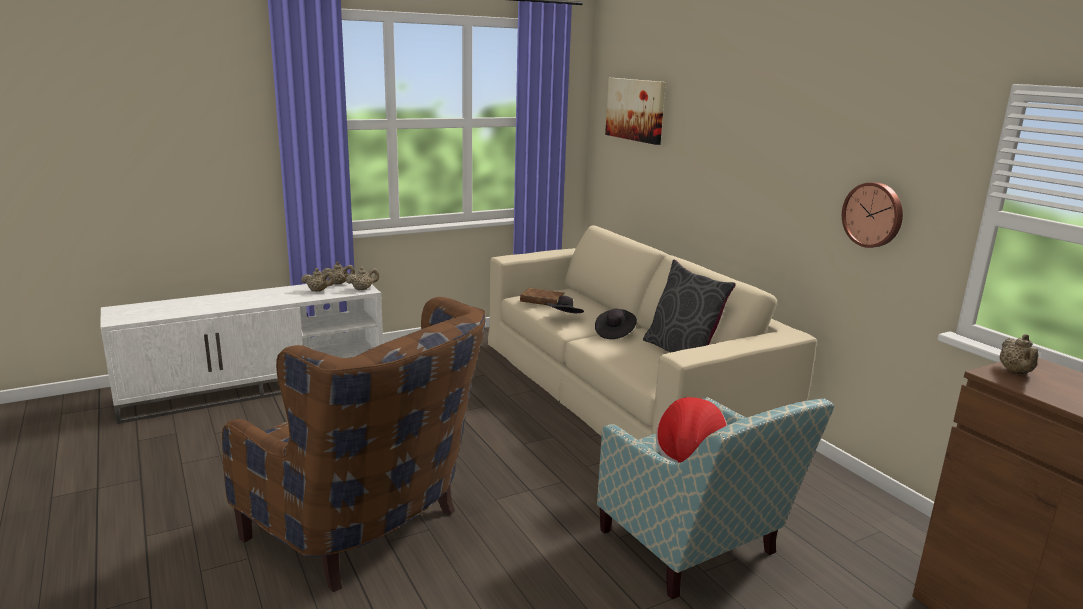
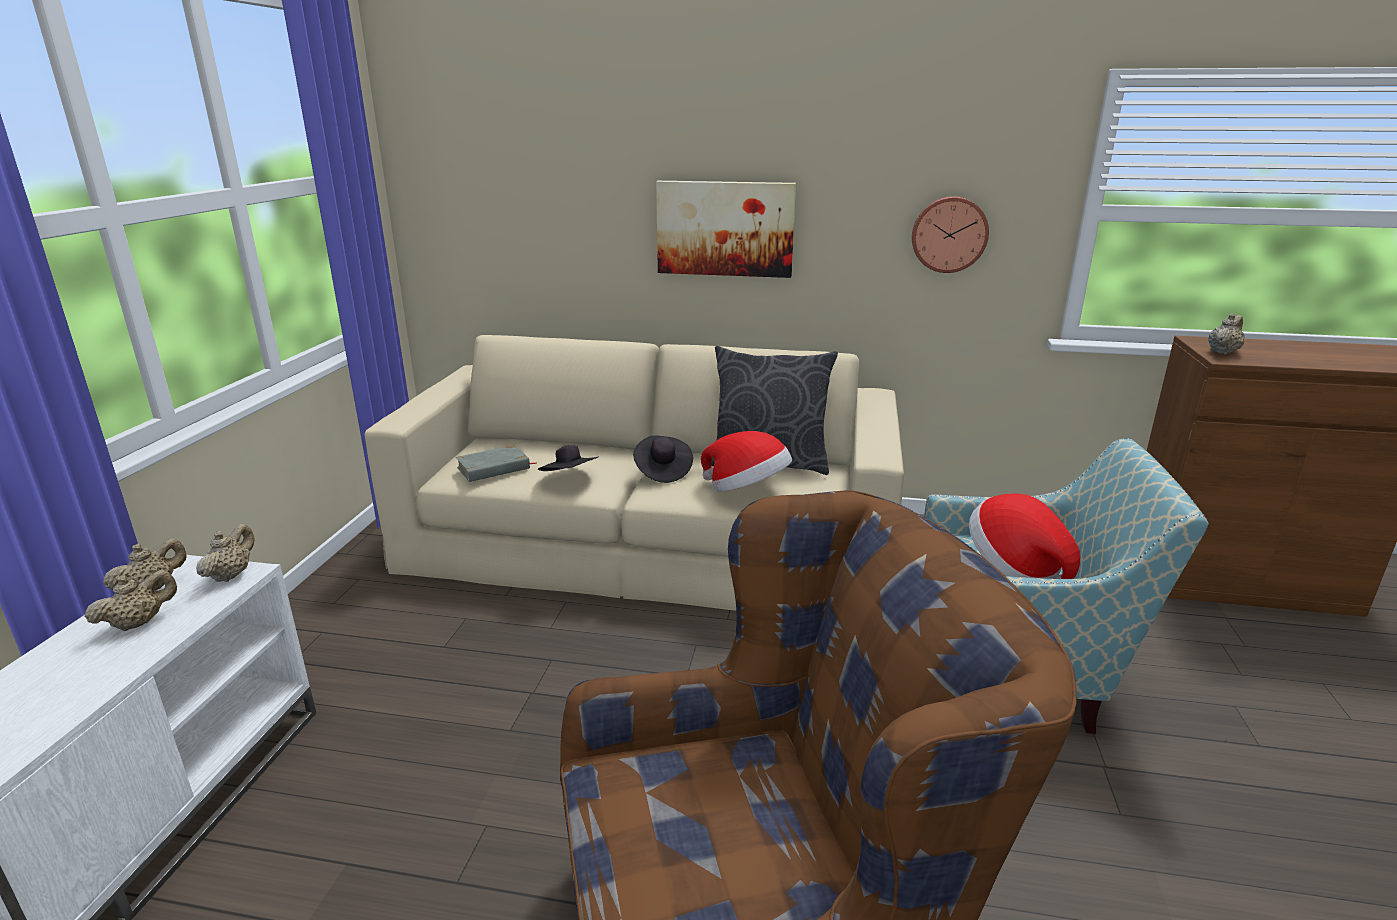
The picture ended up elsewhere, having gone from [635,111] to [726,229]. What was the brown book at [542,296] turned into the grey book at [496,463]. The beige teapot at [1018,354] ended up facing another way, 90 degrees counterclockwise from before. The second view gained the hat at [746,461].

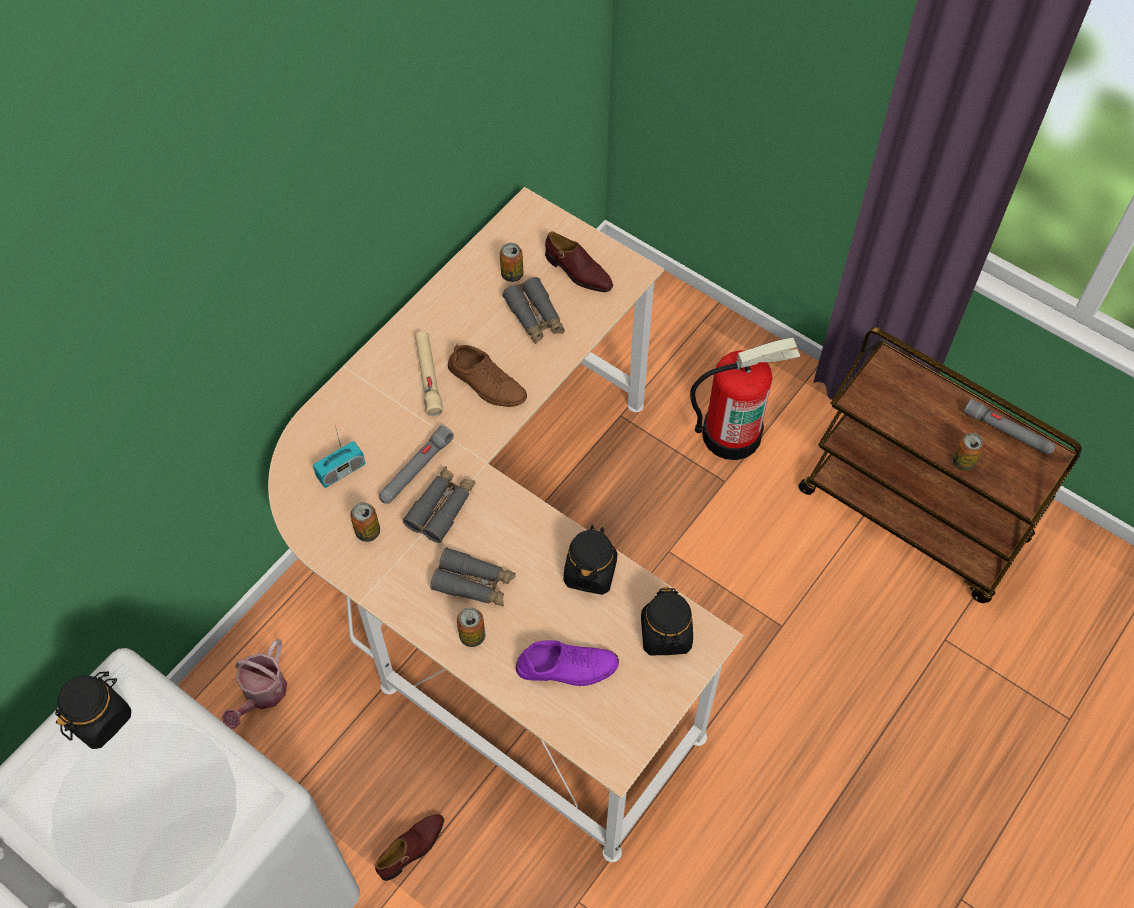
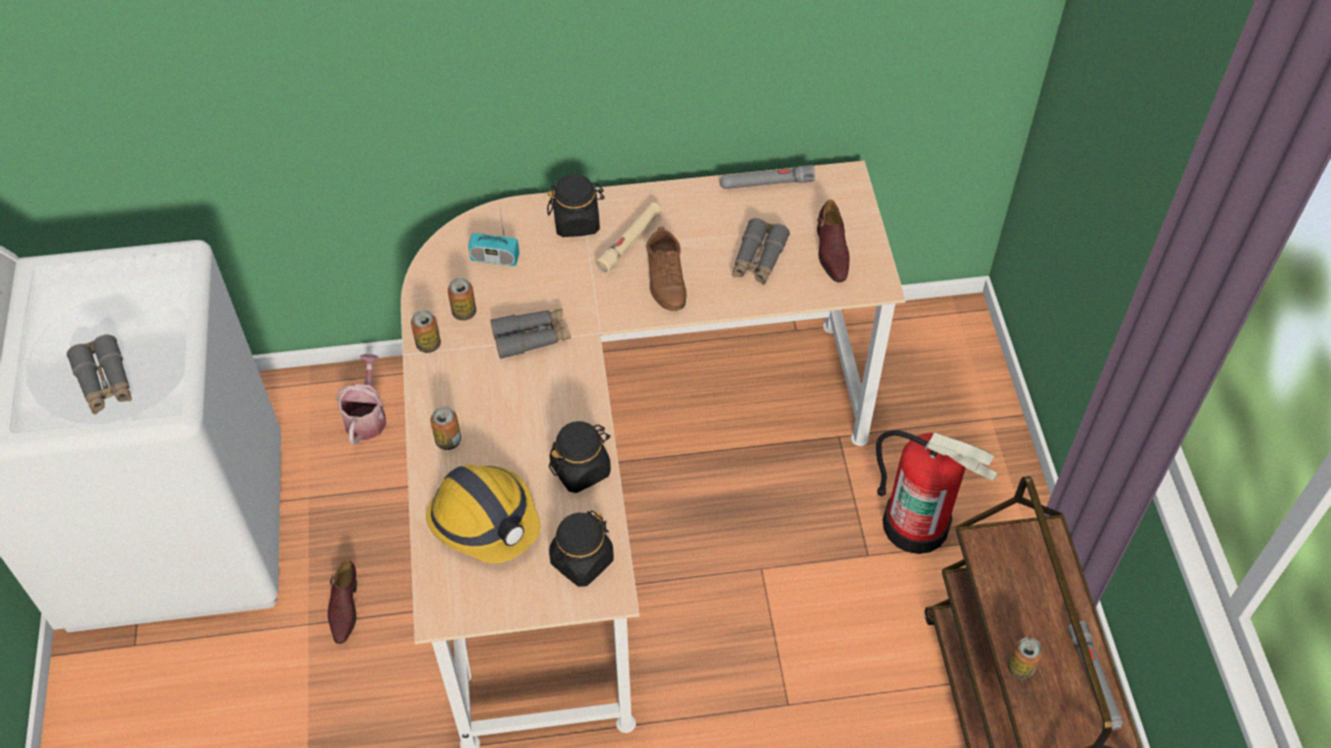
The can ended up elsewhere, having gone from [512,262] to [426,331]. The grey flashlight ended up elsewhere, having gone from [416,464] to [767,177]. The grey binoculars ended up elsewhere, having gone from [473,577] to [99,375]. The watering can at [254,684] ended up facing another way, 120 degrees clockwise from before. Where the purple shoe stood at [567,663], the hard hat came to stand at [483,514]. The black jar ended up elsewhere, having gone from [93,710] to [576,205]. The brown shoe at [409,847] ended up facing another way, 90 degrees clockwise from before.

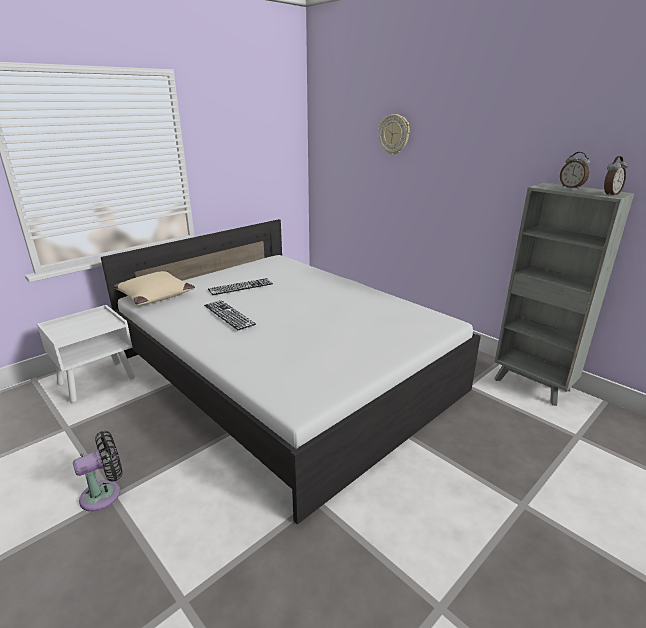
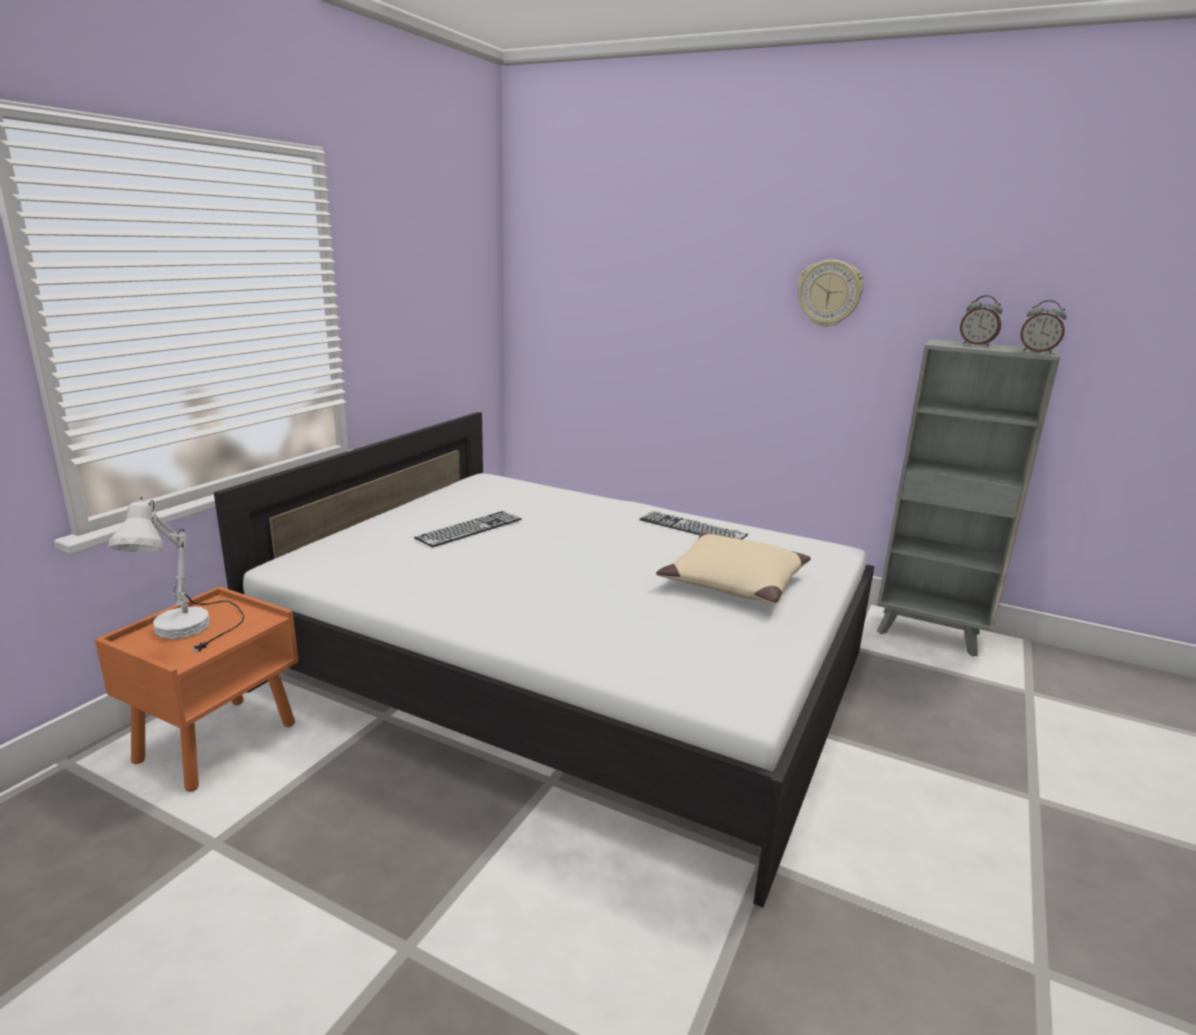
The wall clock ended up elsewhere, having gone from [394,134] to [830,293]. The alarm clock at [616,176] ended up facing another way, 90 degrees clockwise from before. The beige pillow ended up elsewhere, having gone from [154,288] to [733,568]. The keyboard ended up elsewhere, having gone from [230,315] to [693,525]. What was the white nightstand at [86,354] turned into the orange nightstand at [197,689]. The second view lost the black fan at [98,471]. The second view gained the white table lamp at [176,574].

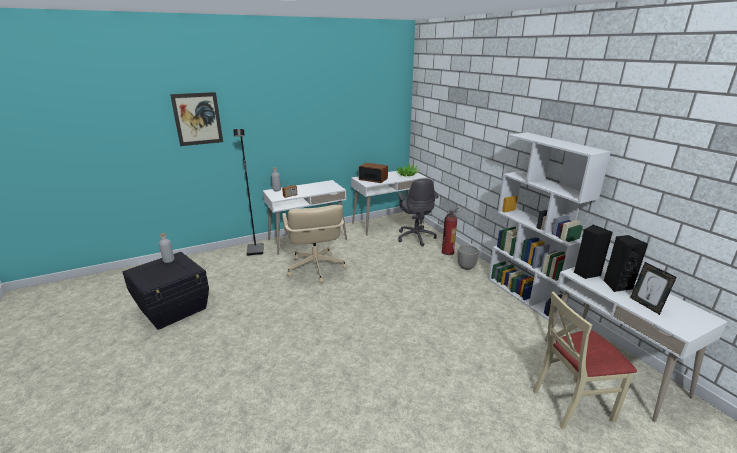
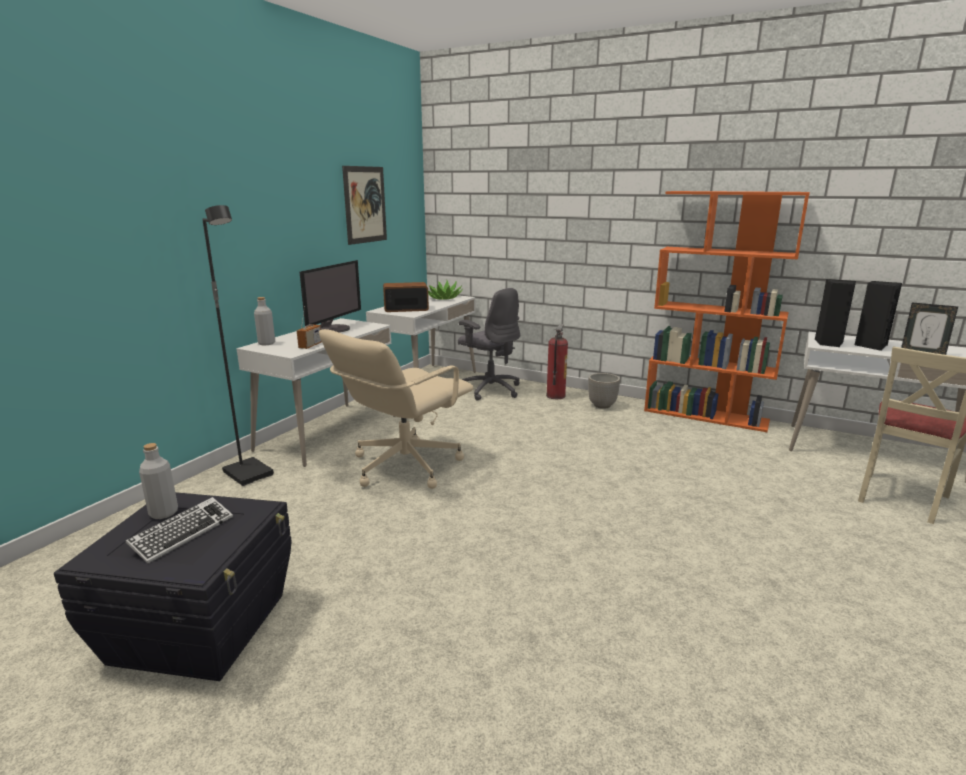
The picture ended up elsewhere, having gone from [196,119] to [364,205]. What was the white bookcase at [549,226] turned into the orange bookcase at [727,311]. The beige office chair at [315,244] ended up facing another way, 90 degrees clockwise from before. The second view gained the monitor at [330,296]. The second view gained the keyboard at [179,530].

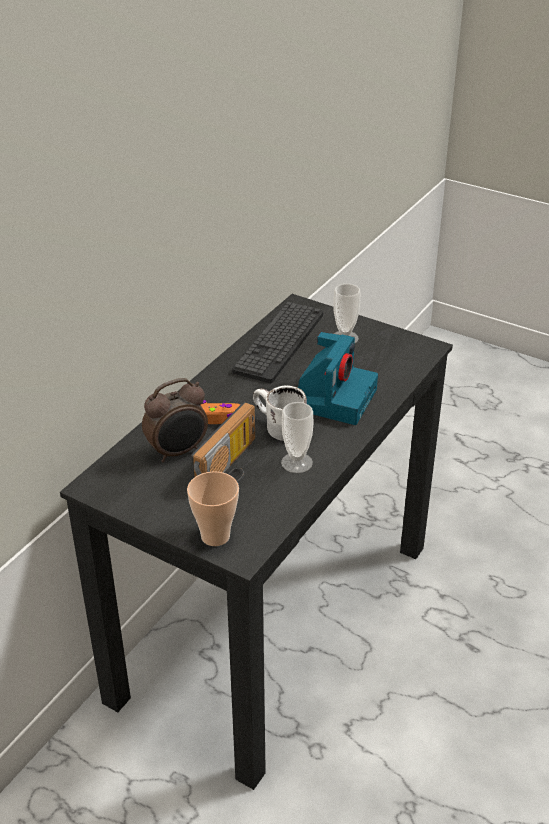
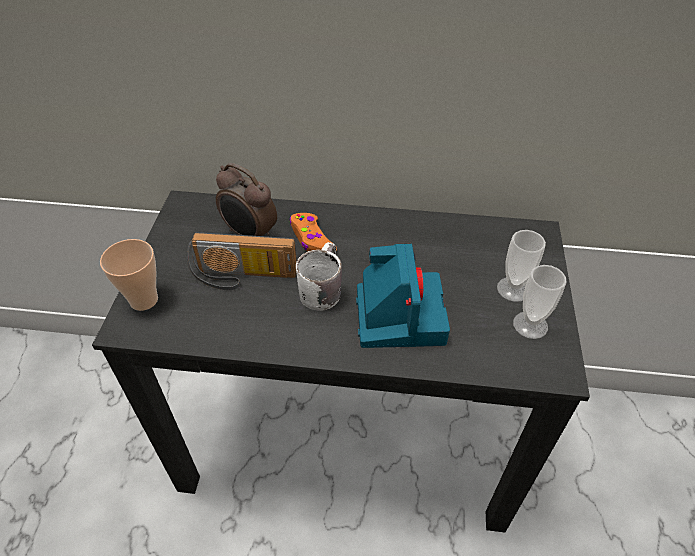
The second view lost the keyboard at [277,342]. The photo camera at [338,378] ended up facing another way, 90 degrees counterclockwise from before. The cup ended up elsewhere, having gone from [297,437] to [540,302].

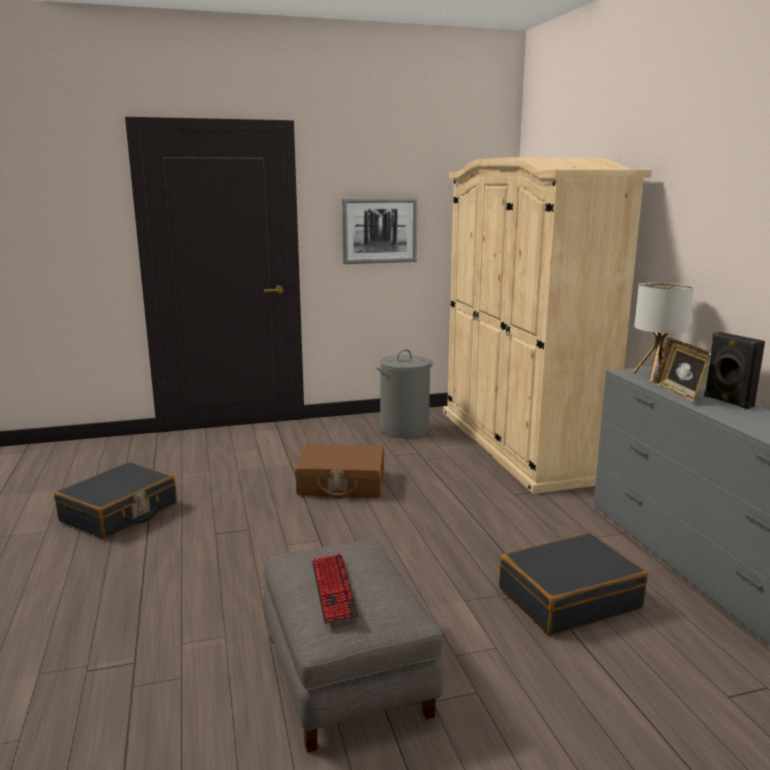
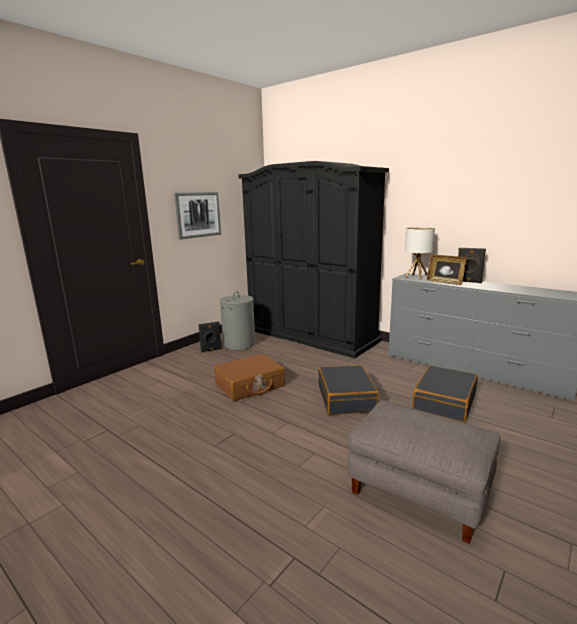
What was the beige wardrobe at [547,325] turned into the black wardrobe at [313,259]. The black suitcase ended up elsewhere, having gone from [115,500] to [348,390]. The second view lost the keyboard at [335,588]. The second view gained the black speaker at [210,337].

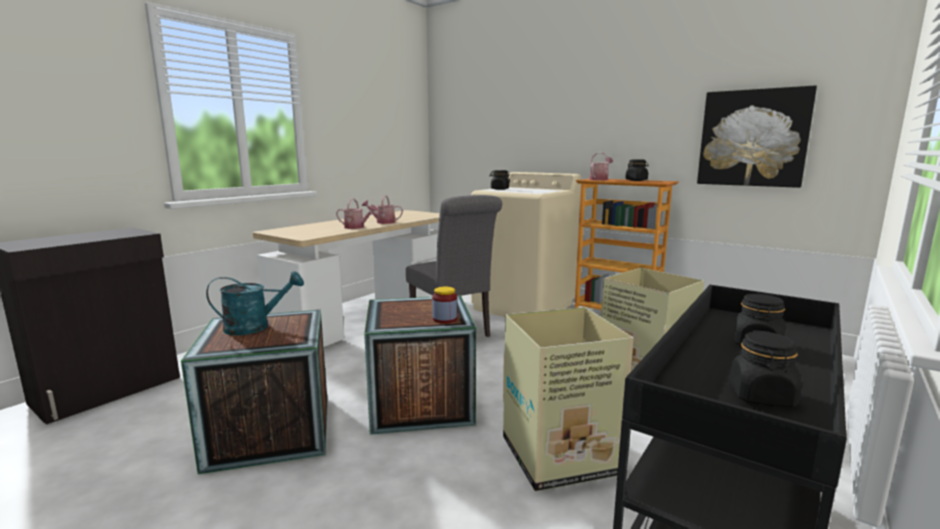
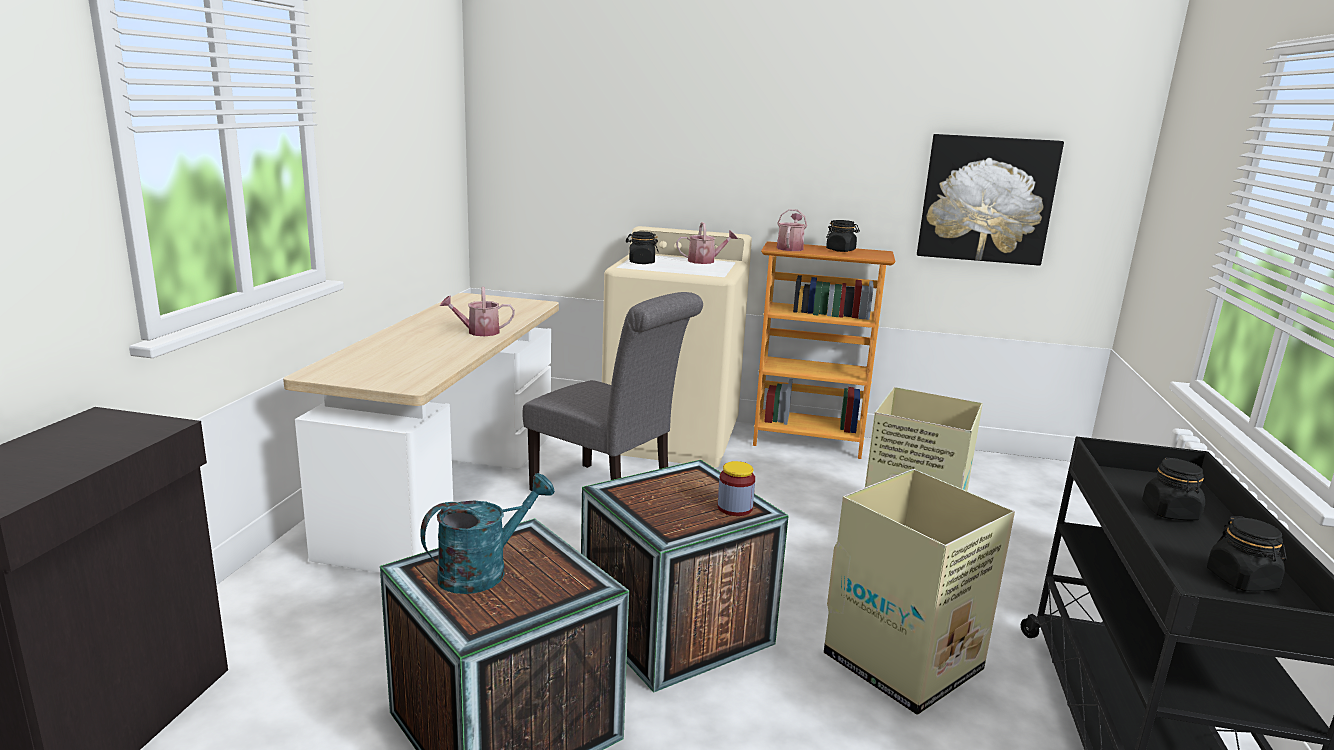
The watering can ended up elsewhere, having gone from [357,214] to [707,243].

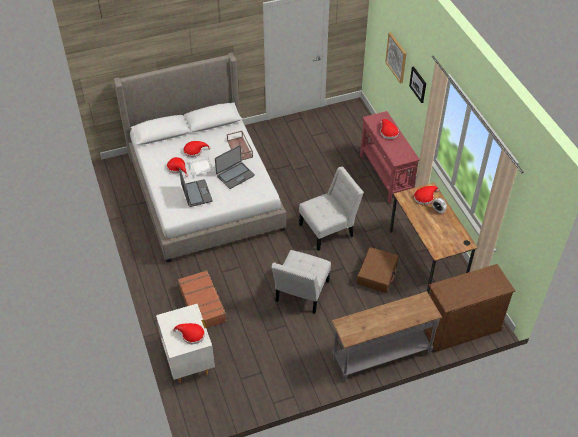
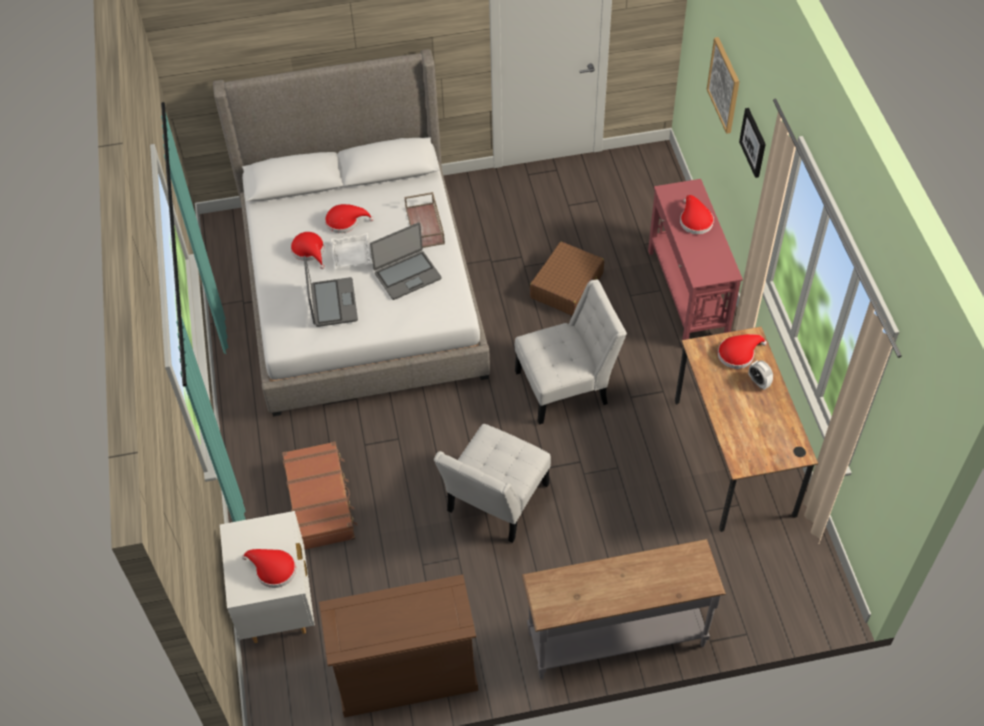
The brown suitcase ended up elsewhere, having gone from [378,270] to [567,279]. The brown dresser ended up elsewhere, having gone from [469,308] to [398,646].

